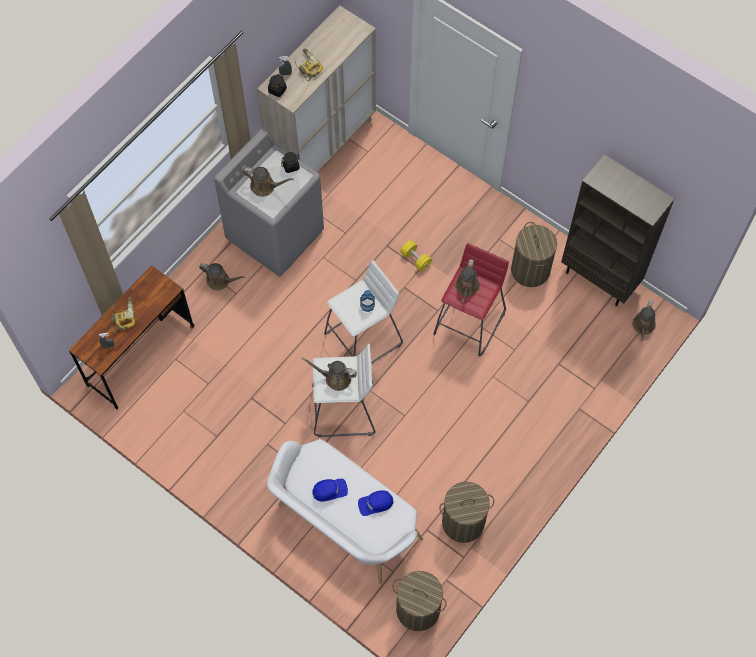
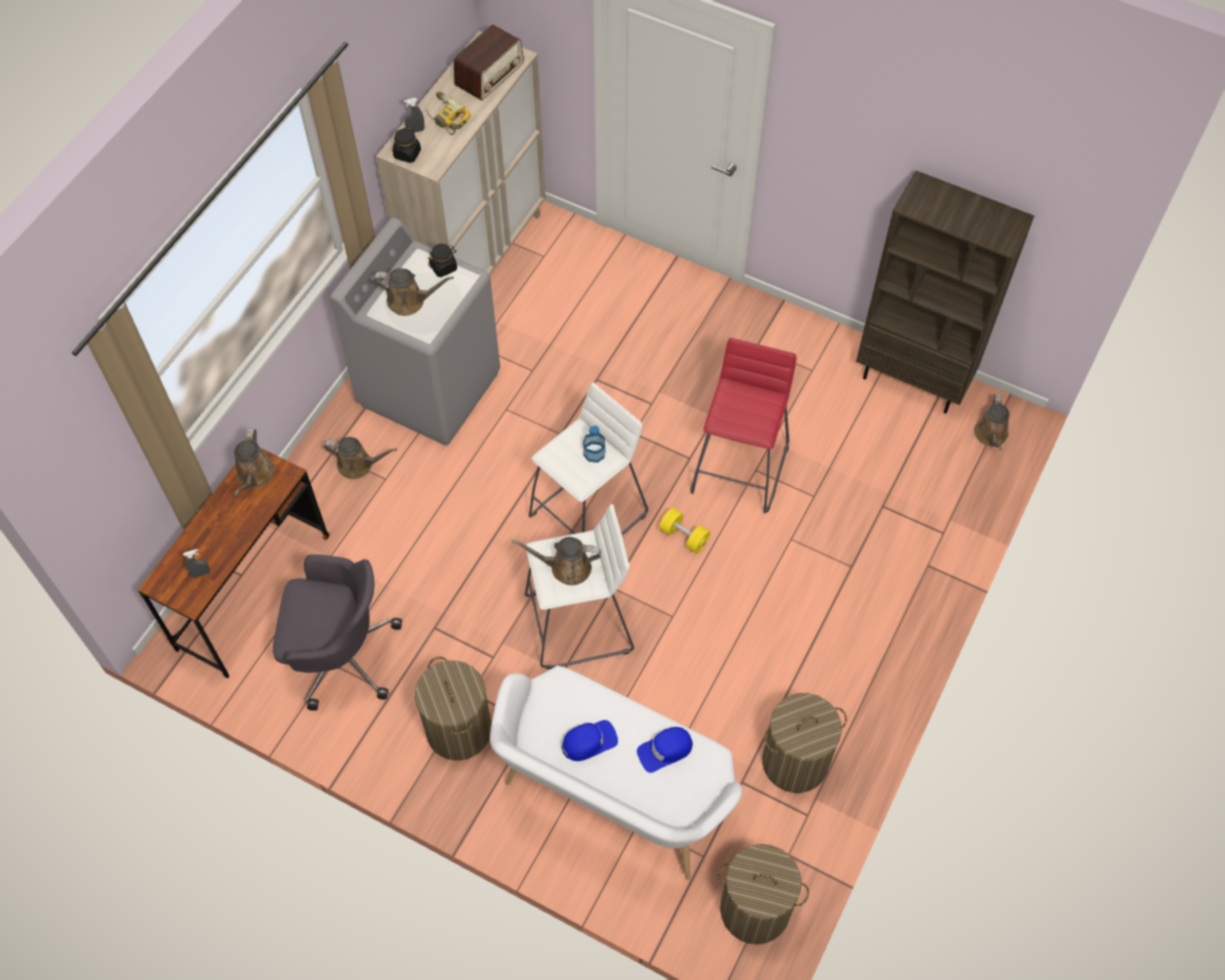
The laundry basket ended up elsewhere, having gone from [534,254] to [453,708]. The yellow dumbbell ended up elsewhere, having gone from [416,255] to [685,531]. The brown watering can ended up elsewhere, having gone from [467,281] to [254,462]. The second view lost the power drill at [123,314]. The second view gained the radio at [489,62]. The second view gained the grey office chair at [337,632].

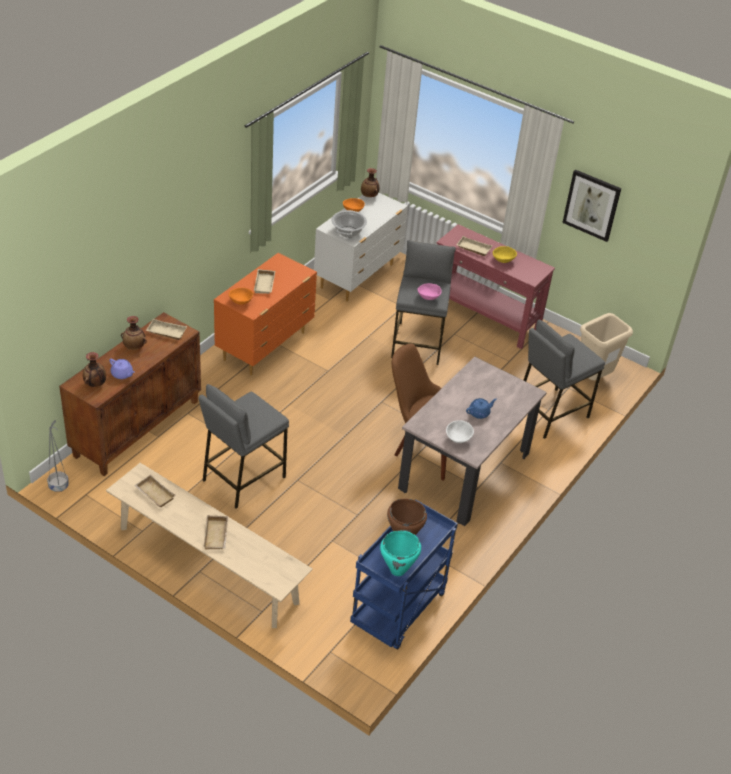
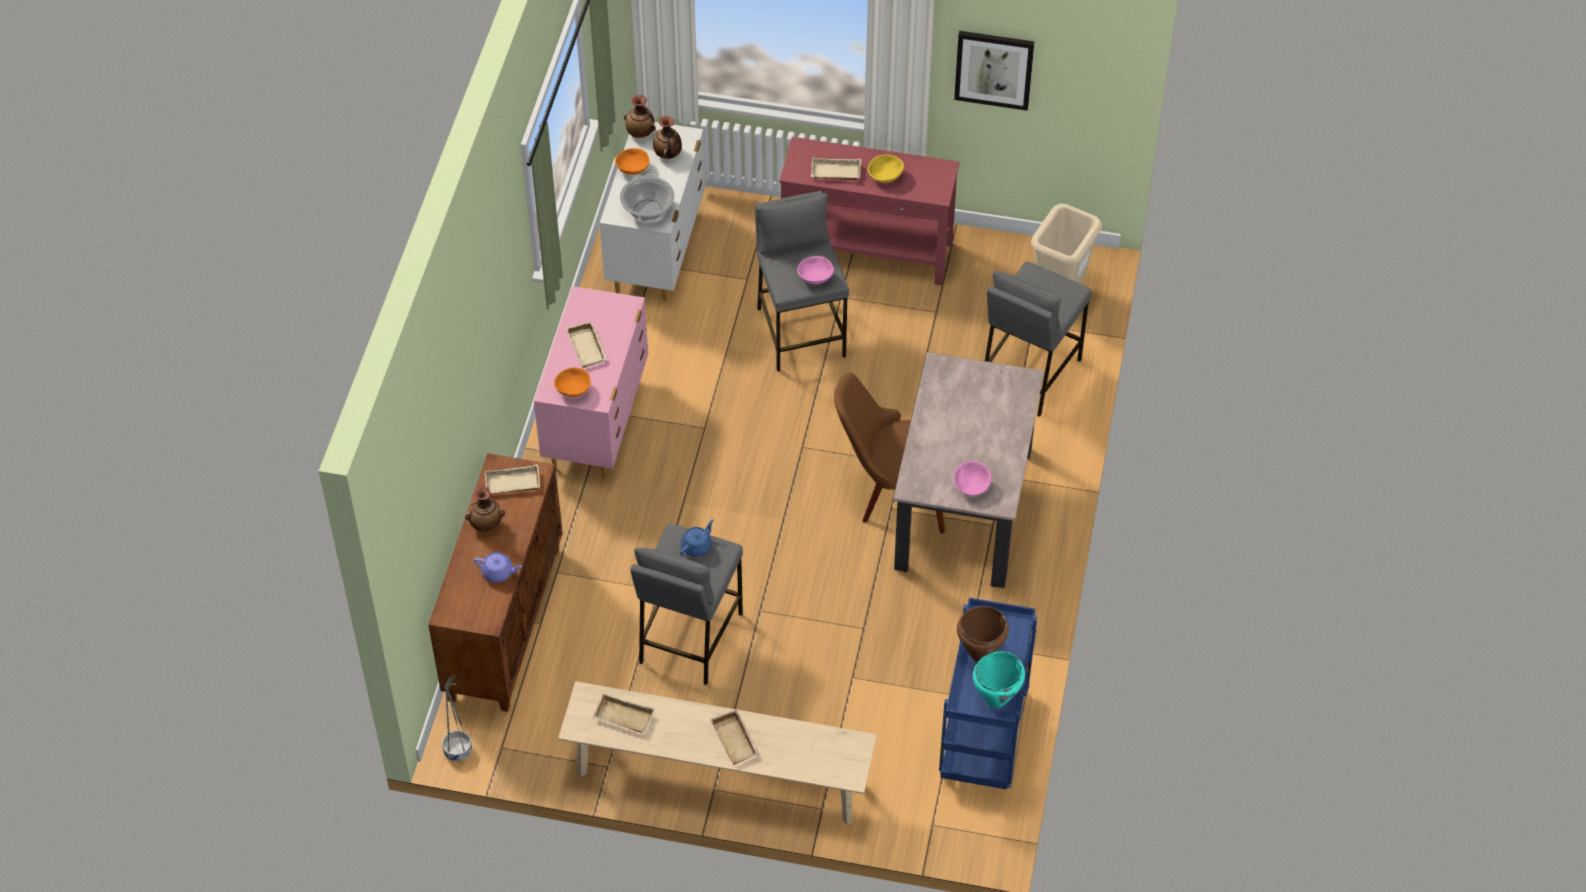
What was the orange dresser at [265,314] turned into the pink dresser at [591,382]. The vase ended up elsewhere, having gone from [94,369] to [667,137]. The blue teapot ended up elsewhere, having gone from [481,408] to [697,538]. What was the white bowl at [460,431] turned into the pink bowl at [972,478].

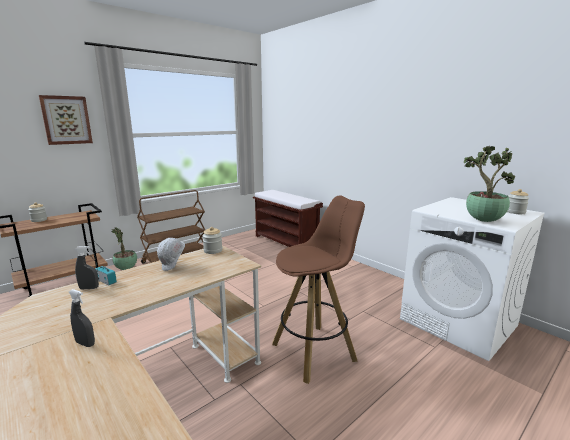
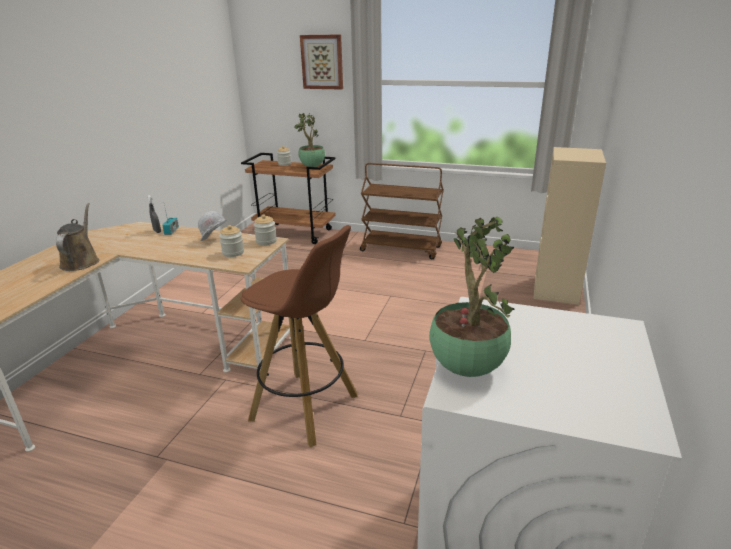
The jar ended up elsewhere, having gone from [518,201] to [231,241]. Where the brown bench stood at [288,218], the beige bookcase came to stand at [569,226]. The potted plant ended up elsewhere, having gone from [124,248] to [309,140]. Where the grey spray bottle stood at [82,318], the brown watering can came to stand at [77,237].

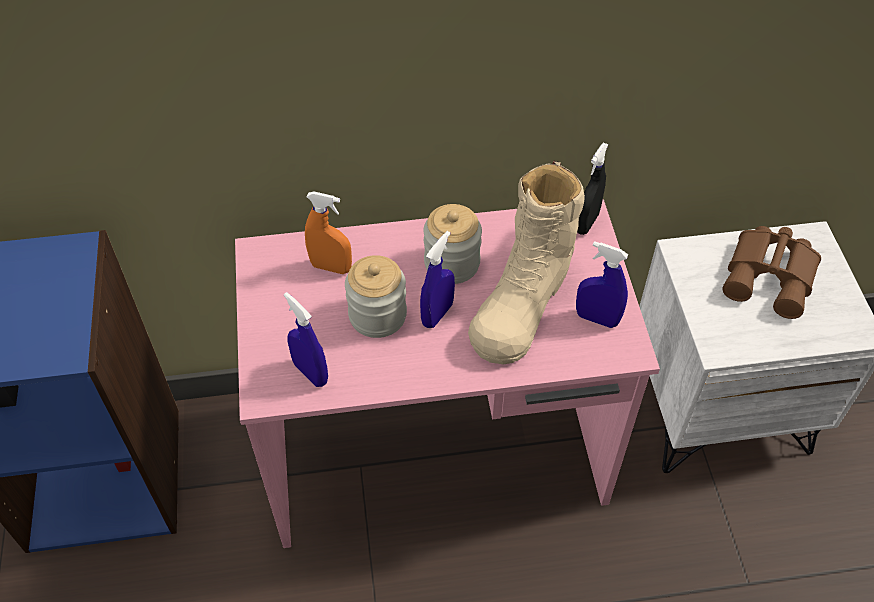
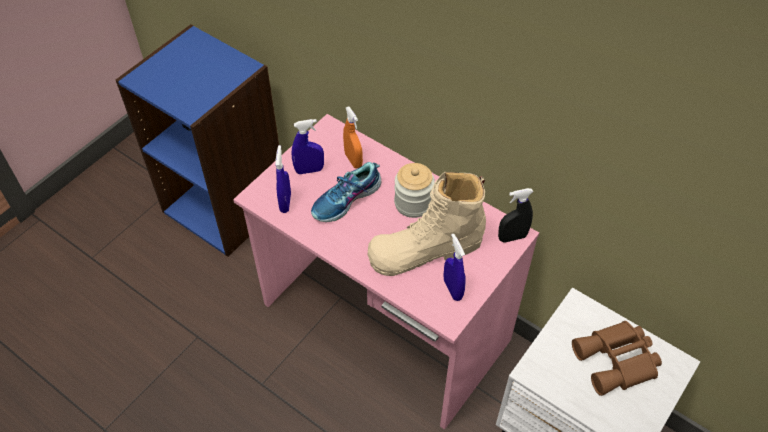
The blue spray bottle ended up elsewhere, having gone from [437,279] to [308,146]. Where the jar stood at [376,296], the shoe came to stand at [346,192].

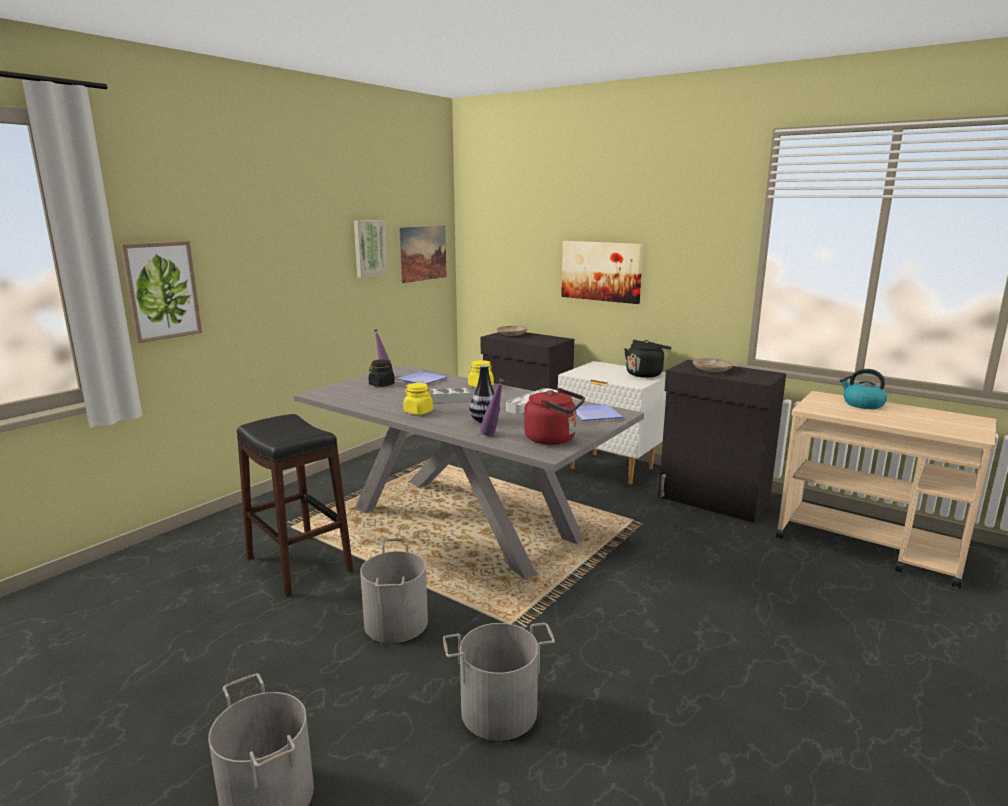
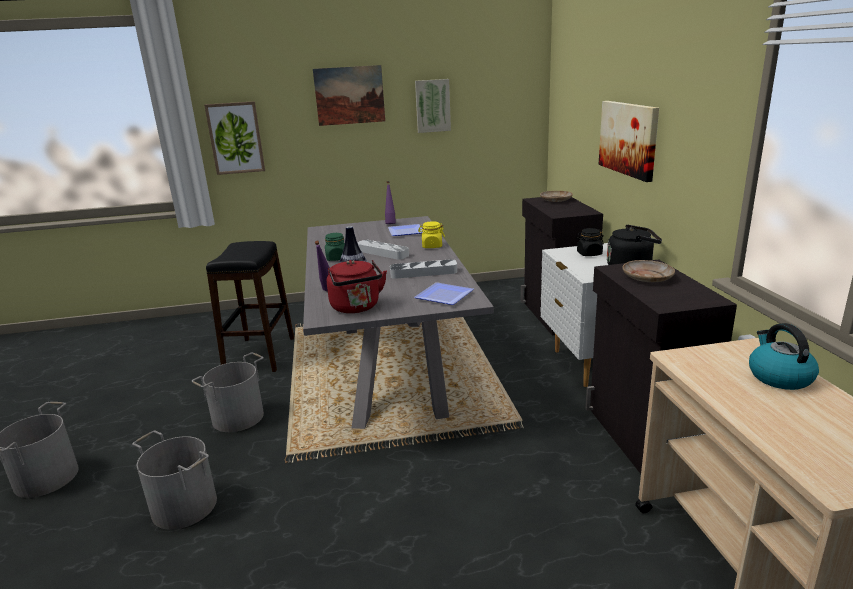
The picture ended up elsewhere, having gone from [423,254] to [349,95]. The black jar ended up elsewhere, having gone from [381,373] to [590,242]. What was the yellow jar at [418,399] turned into the green jar at [335,247].

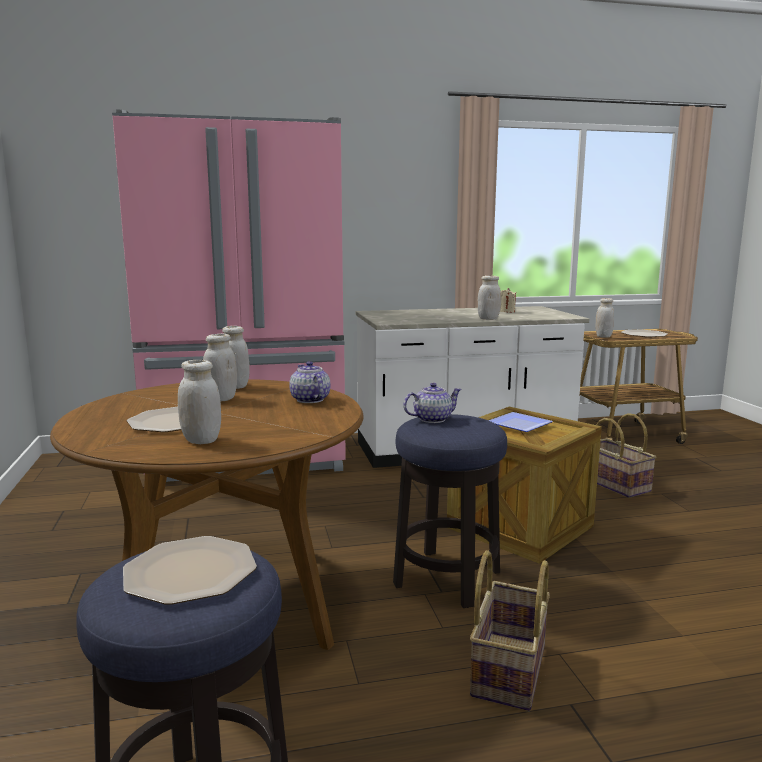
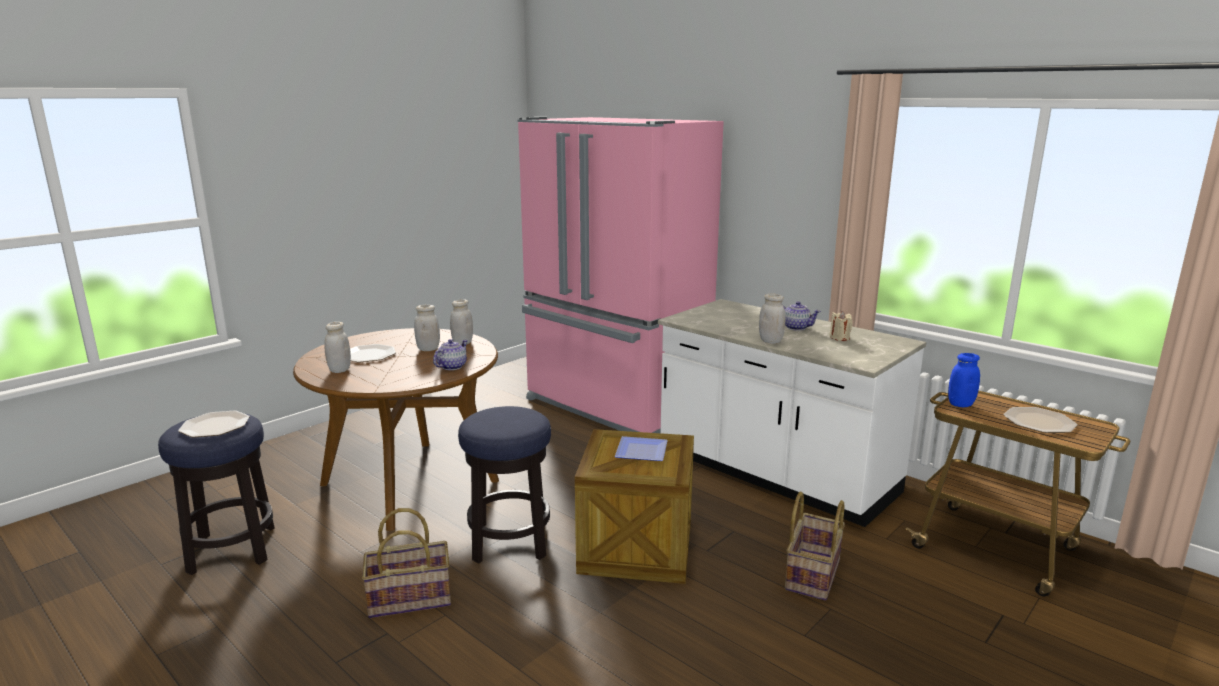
What was the white jar at [605,318] turned into the blue jar at [964,380]. The teapot ended up elsewhere, having gone from [433,403] to [802,316].

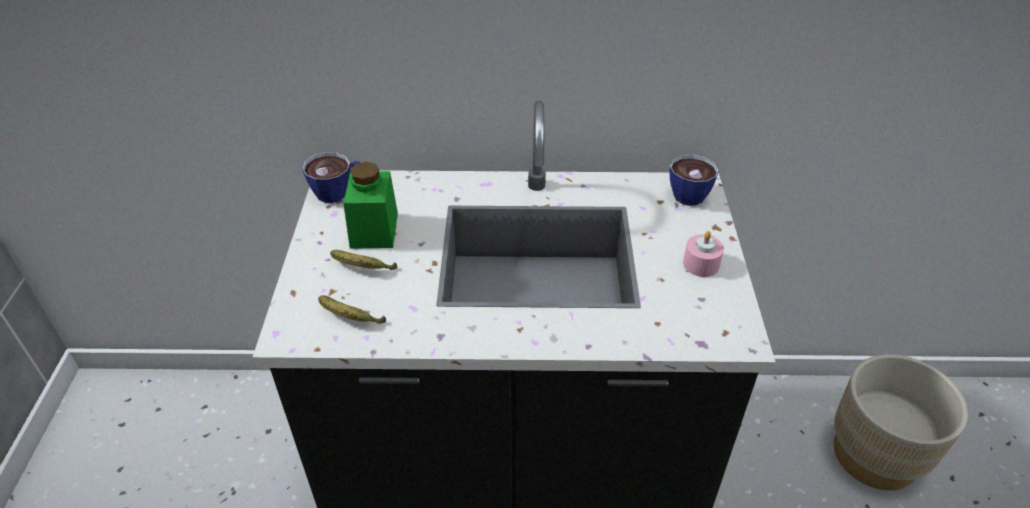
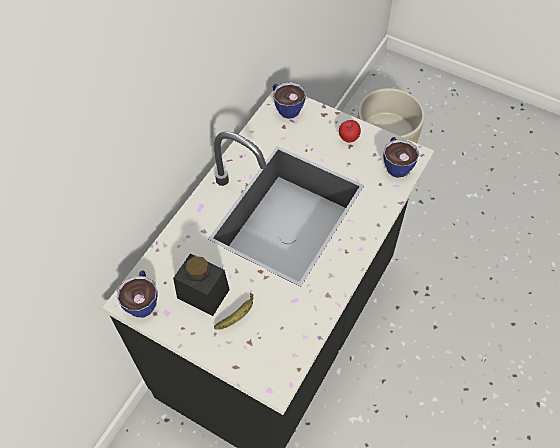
What was the green jar at [370,205] turned into the black jar at [201,284]. Where the pink candle stood at [703,254], the apple came to stand at [350,131]. The second view lost the banana at [352,309]. The second view gained the cup at [401,157].

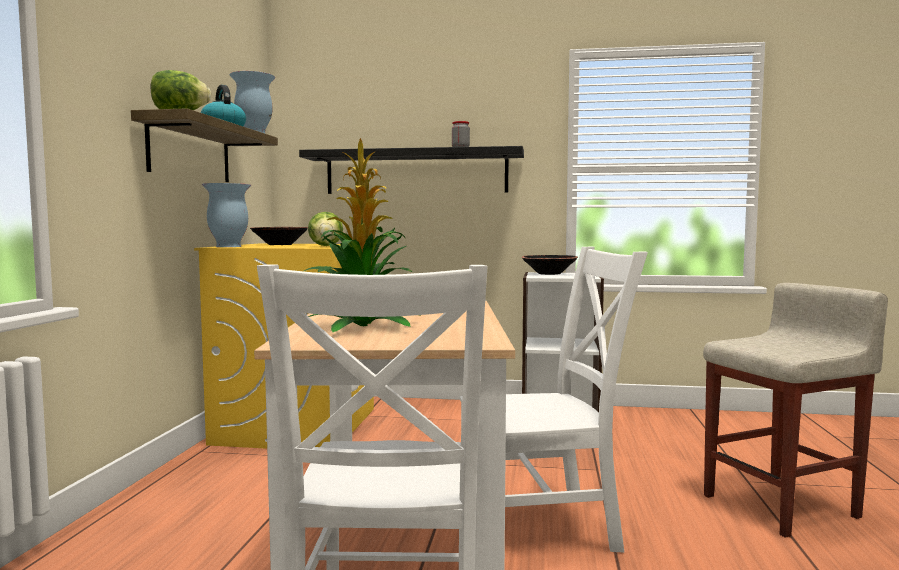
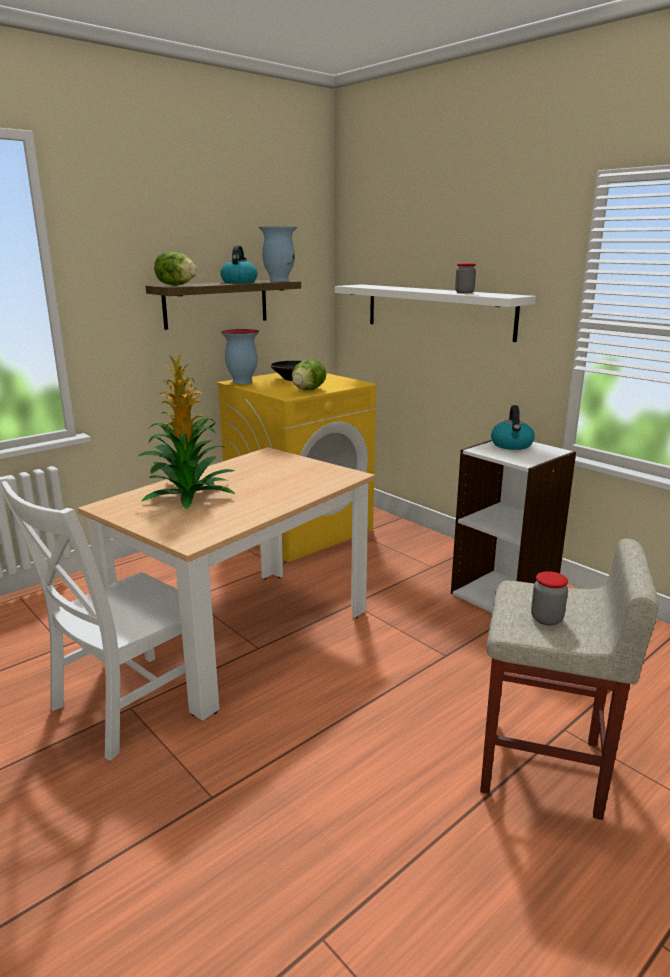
What was the black shelf at [411,170] turned into the white shelf at [435,313]. The second view lost the white chair at [554,399]. Where the black bowl stood at [550,265], the kettle came to stand at [513,427]. The second view gained the jar at [549,598].

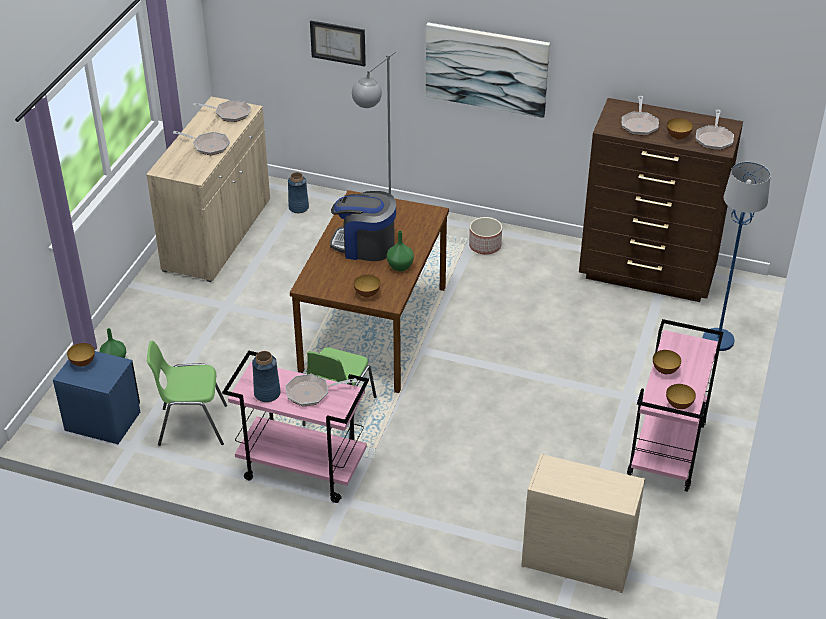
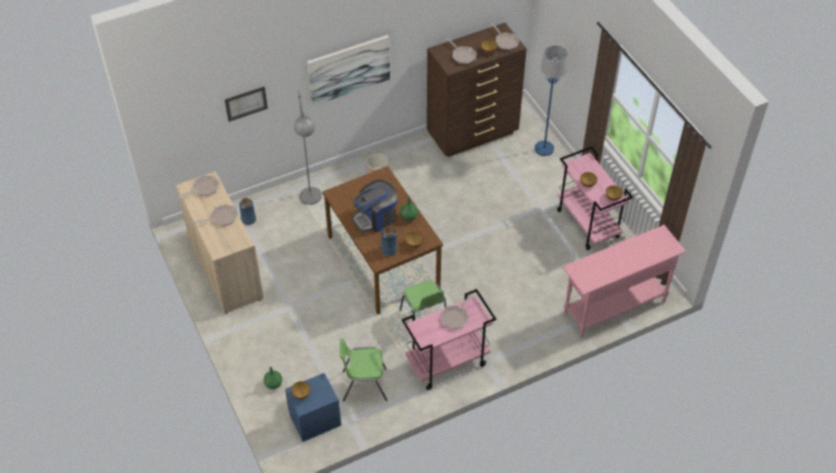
The green chair at [187,393] ended up facing another way, 45 degrees clockwise from before. The blue vase ended up elsewhere, having gone from [266,376] to [389,241]. Where the beige dresser stood at [583,523], the pink console table came to stand at [624,281].

